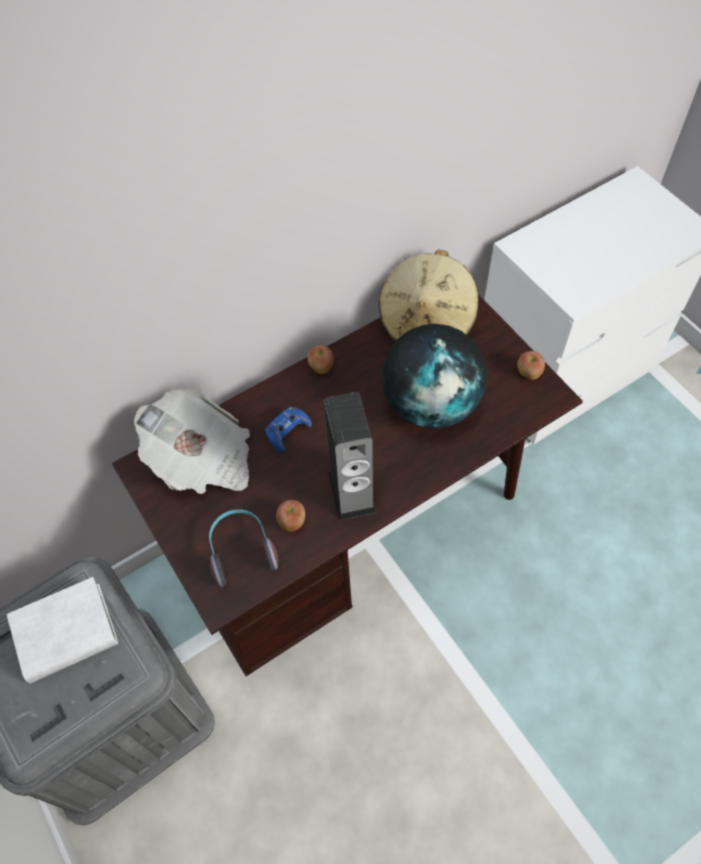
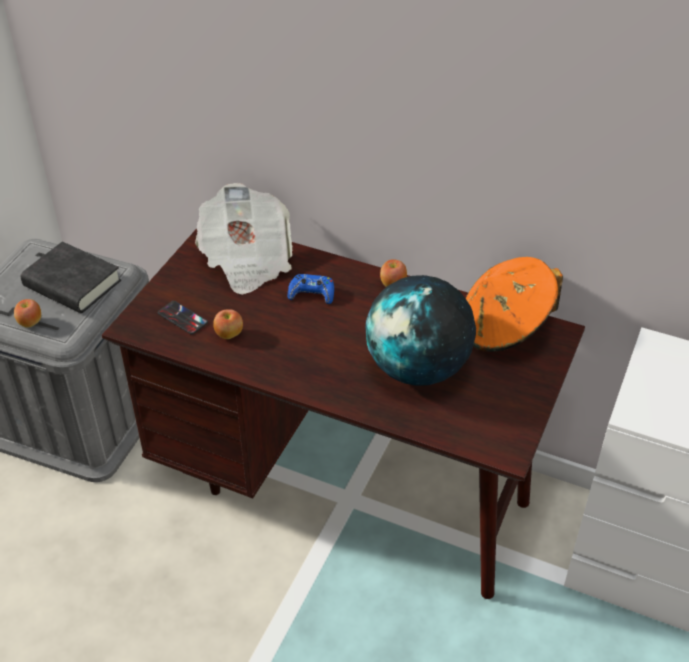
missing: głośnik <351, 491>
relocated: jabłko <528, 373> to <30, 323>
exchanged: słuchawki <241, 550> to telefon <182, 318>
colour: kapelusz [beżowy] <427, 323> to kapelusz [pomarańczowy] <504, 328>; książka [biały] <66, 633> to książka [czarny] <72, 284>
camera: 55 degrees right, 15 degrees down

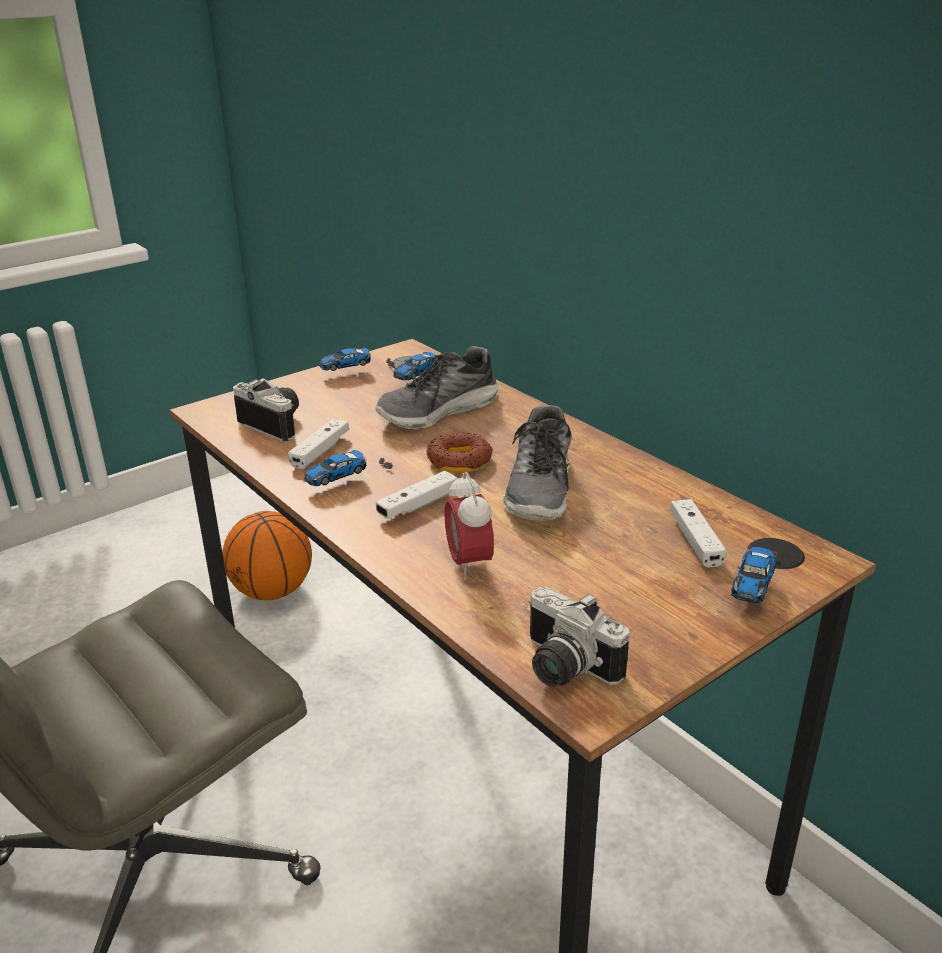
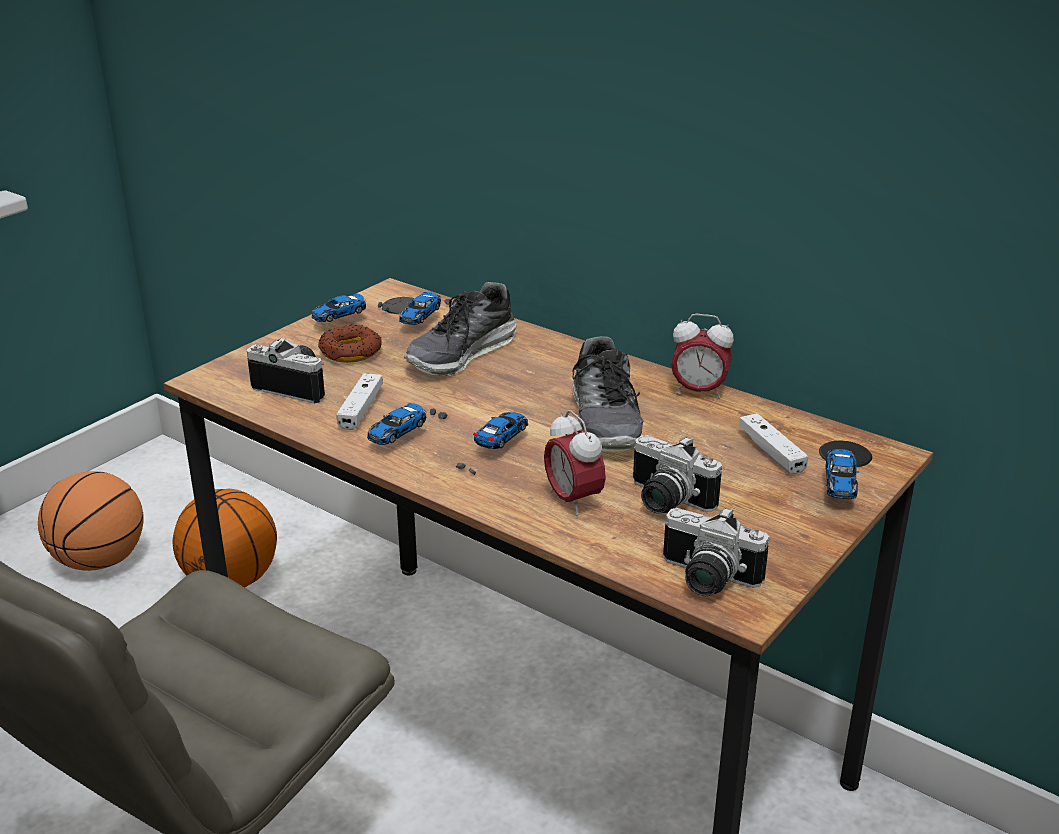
appeared: budzik <698, 392>; aparat fotograficzny <664, 502>; piłka do koszykówki <100, 561>
relocated: donut <459, 461> to <350, 352>
exchanged: pad do gier [biały] <418, 505> to samochodzik <493, 451>
camera: 15 degrees left, 0 degrees up

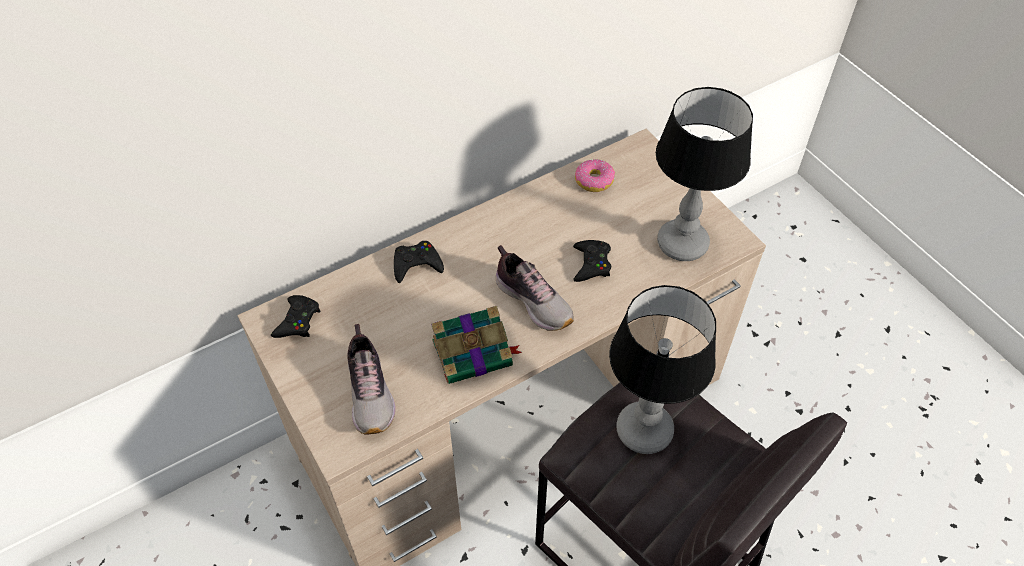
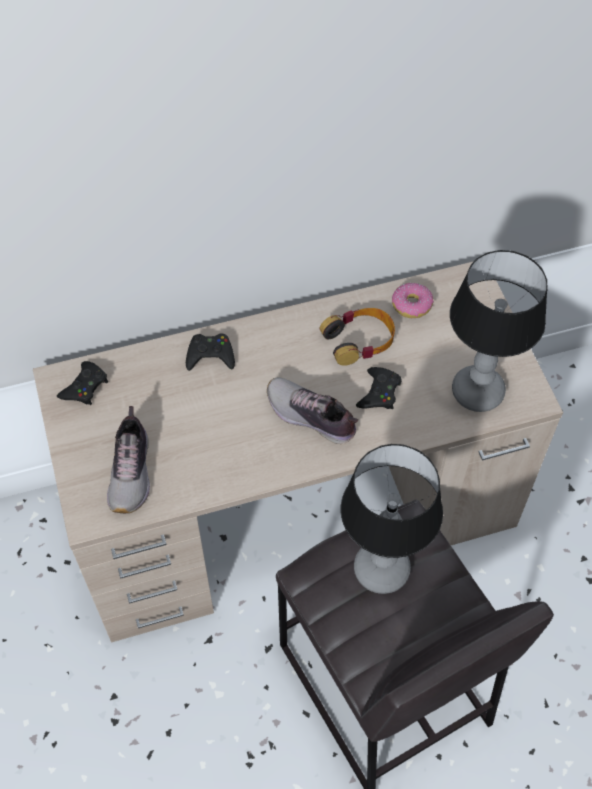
missing: książka <474, 353>
appeared: słuchawki <359, 340>
spun: but <534, 300> = <311, 417> 150 degrees clockwise
camera: 15 degrees right, 5 degrees up

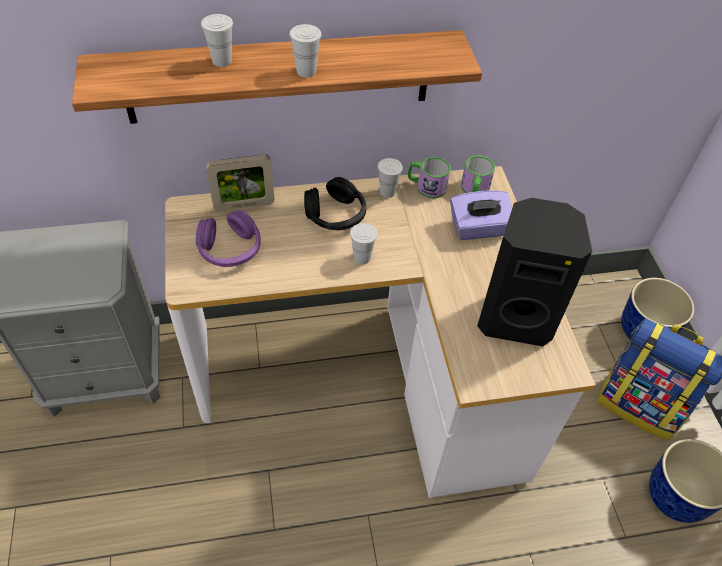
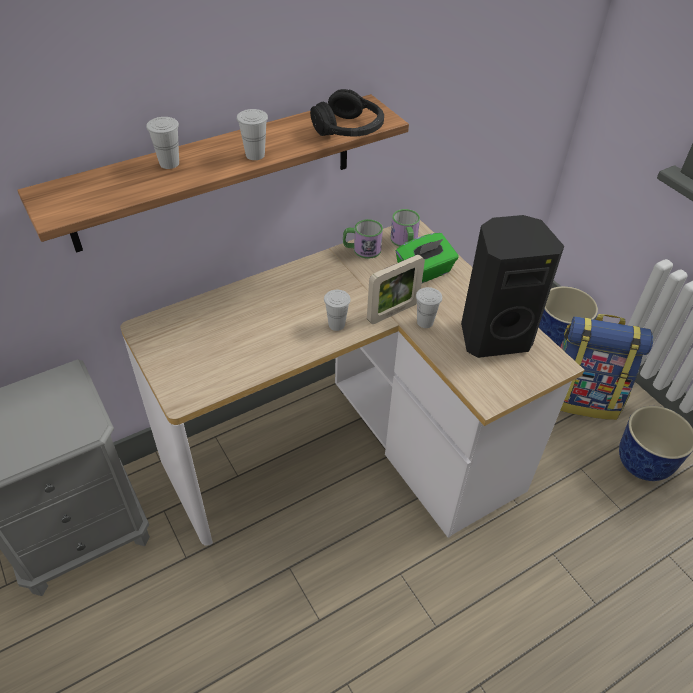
missing: słuchawki [fioletowy] <230, 249>
relocated: ramka na zdjęcie <244, 205> to <393, 312>; filiżanka [biały] <387, 192> to <425, 322>; słuchawki [czarny] <335, 215> to <349, 129>
colour: pudełko chusteczek [fioletowy] <478, 229> to pudełko chusteczek [zielony] <425, 272>
camera: 20 degrees left, 5 degrees down

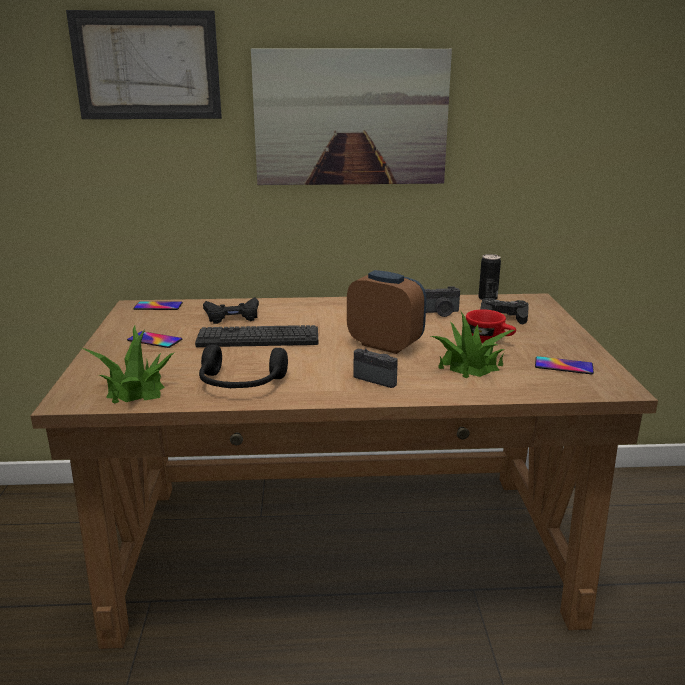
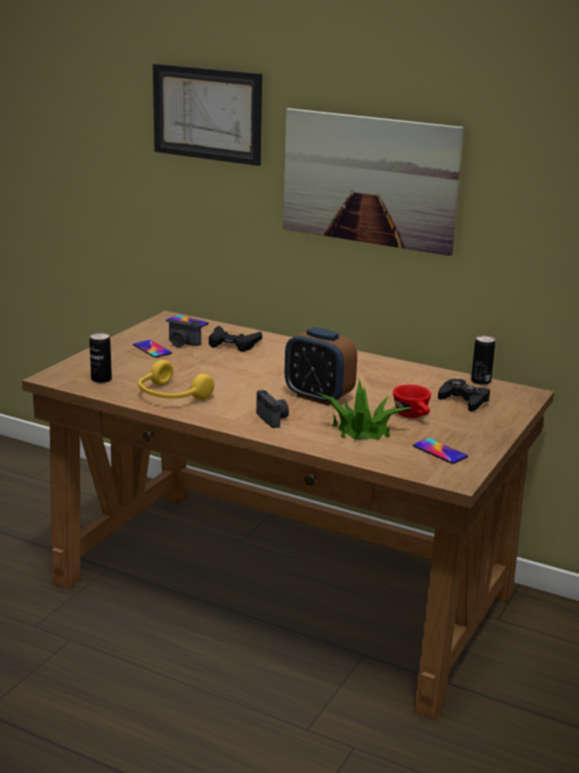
missing: klawiatura <258, 338>
relocated: aparat fotograficzny <441, 313> to <182, 344>
exchanged: roślina doniczkowa <136, 387> to puszka <101, 379>
colour: słuchawki [czarny] <240, 384> to słuchawki [żółty] <170, 396>
spun: budzik <385, 345> = <318, 397> 150 degrees clockwise
camera: 30 degrees right, 0 degrees up

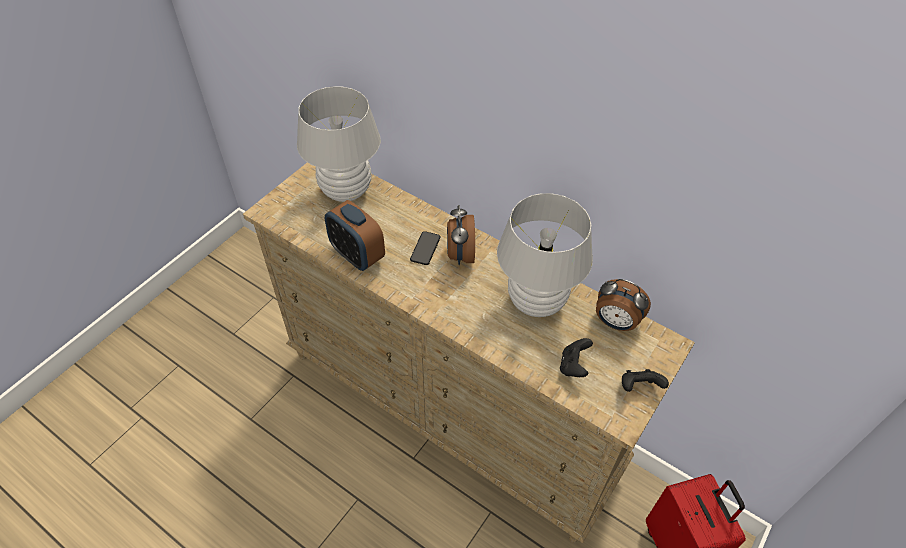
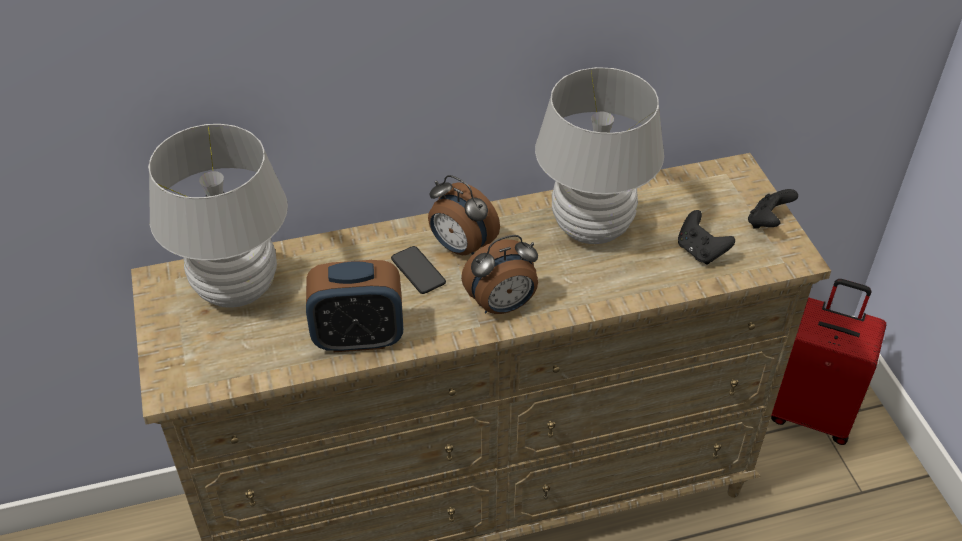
relocated: budzik <615, 322> to <502, 305>
camera: 50 degrees left, 5 degrees down

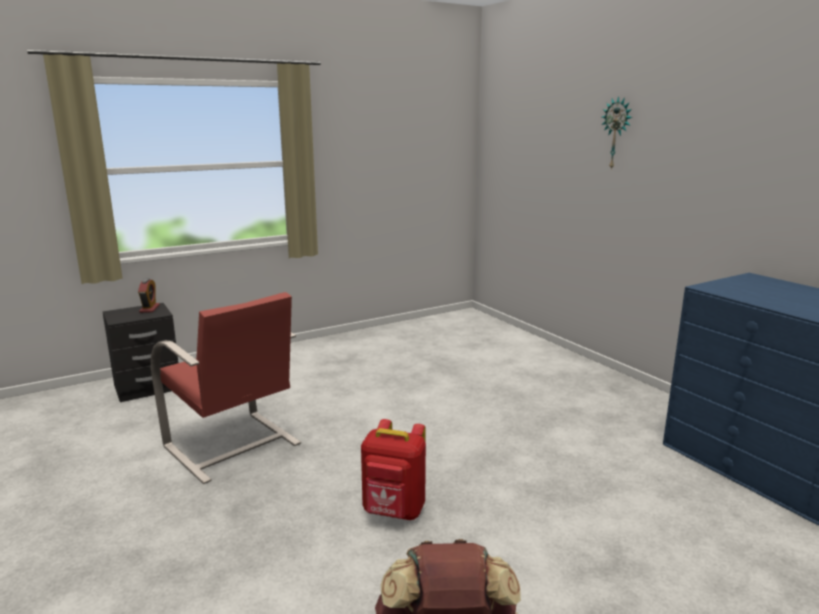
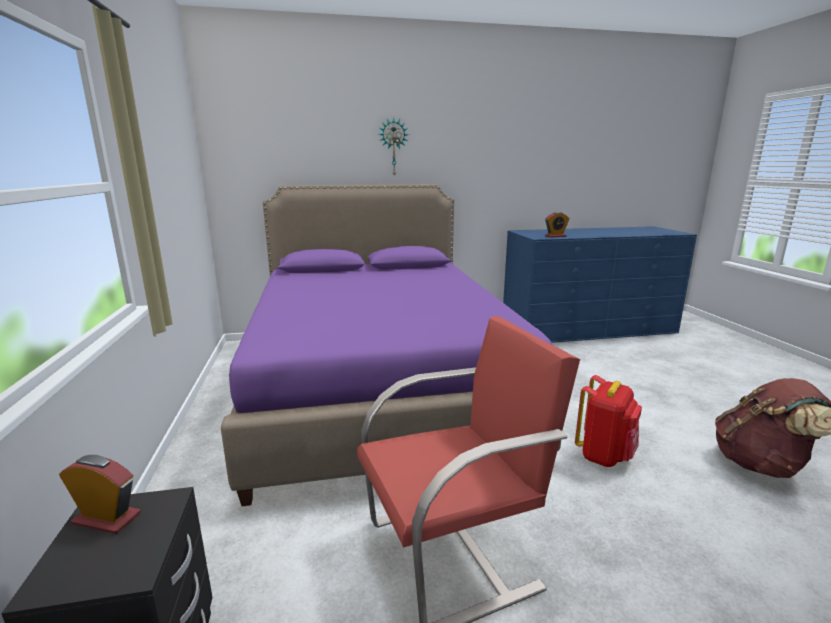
appeared: łóżko [fioletowy] <379, 386>; budzik <555, 236>
camera: 70 degrees left, 0 degrees up

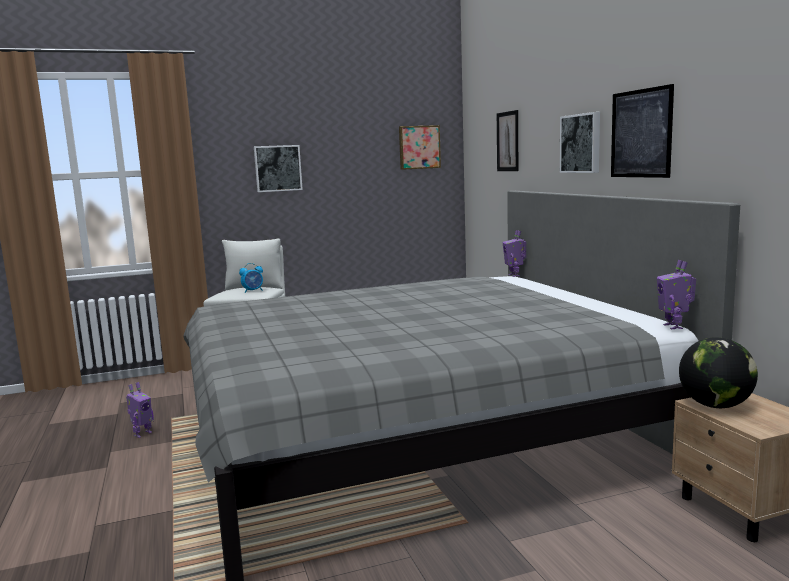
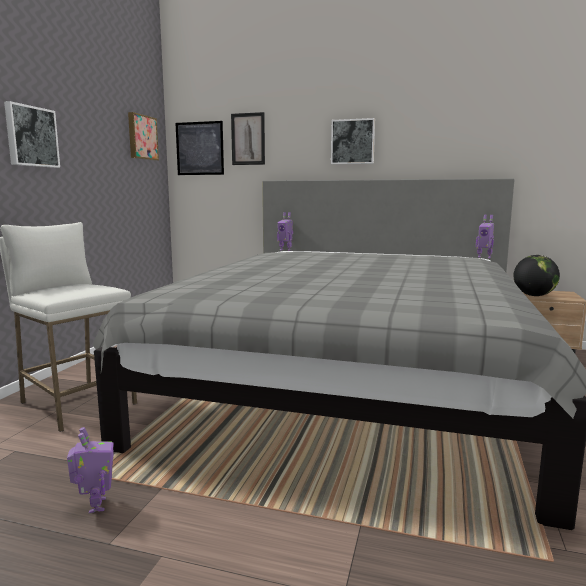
missing: budzik <253, 291>
relocated: obraz <641, 133> to <200, 148>
camera: 55 degrees left, 0 degrees up

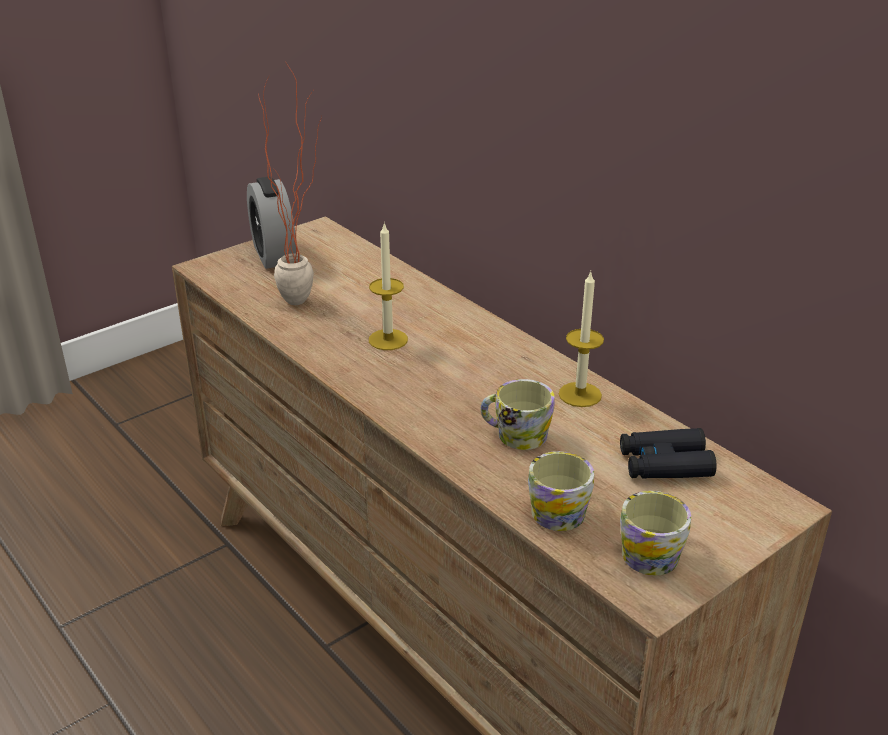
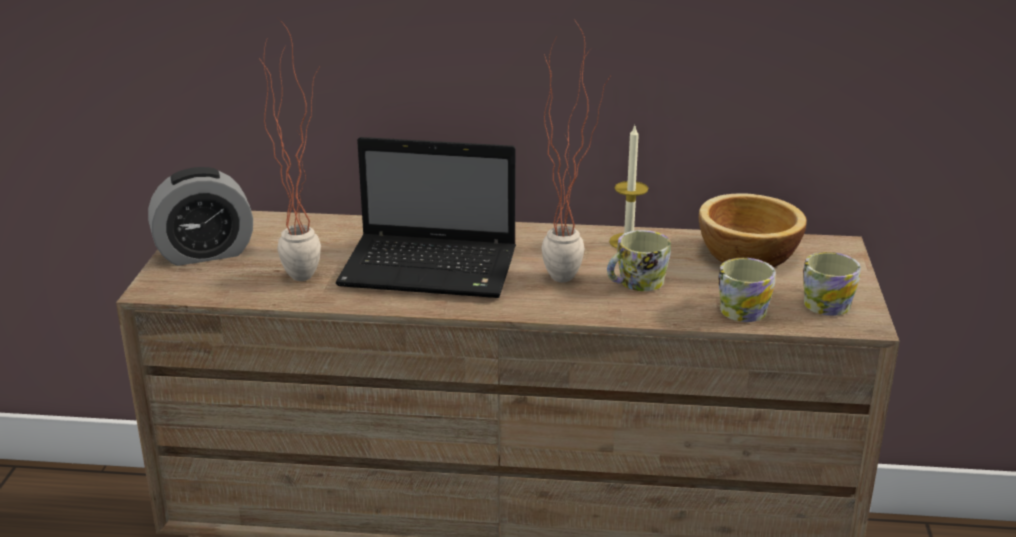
appeared: roślina doniczkowa <572, 275>
exchanged: świeca <388, 339> to laptop <433, 269>; lornetka [czarny] <664, 464> to miska <746, 255>
spun: budzik <274, 255> = <205, 253> 45 degrees counterclockwise
camera: 45 degrees left, 5 degrees down

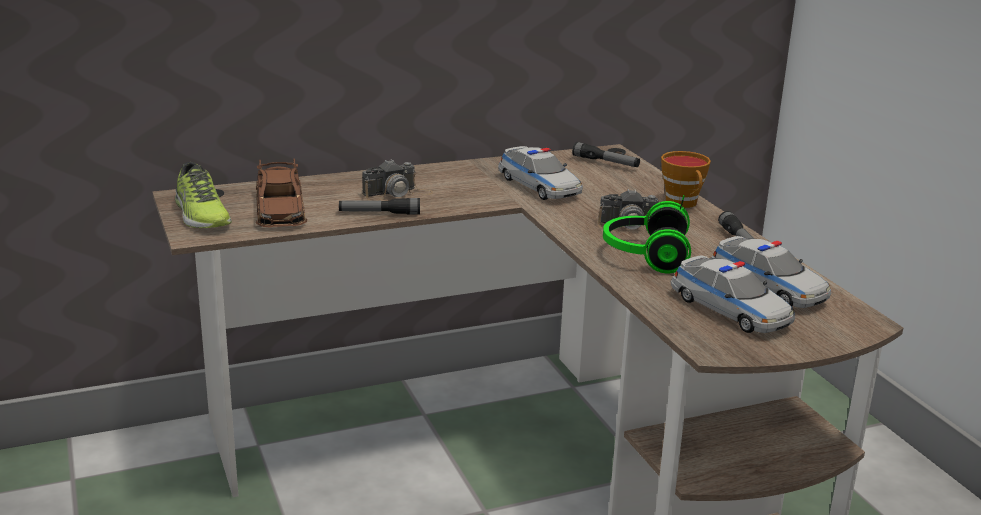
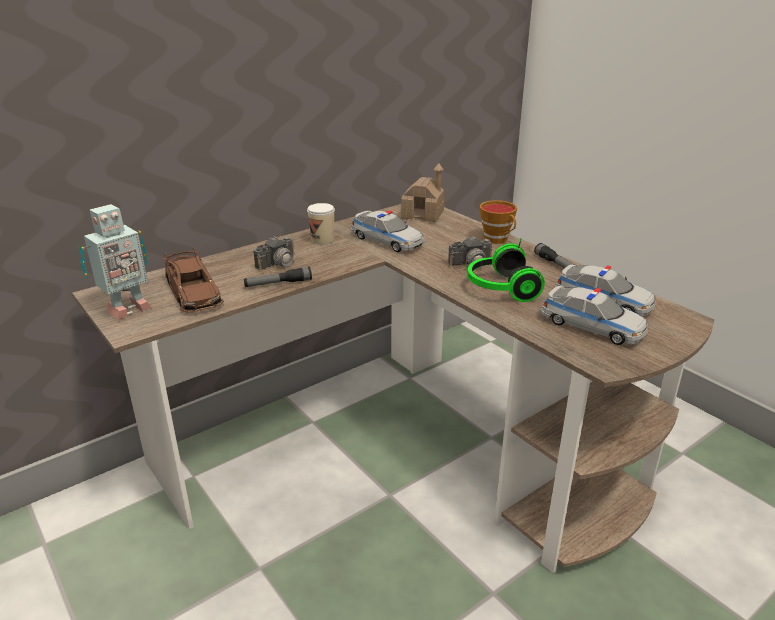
appeared: filiżanka <322, 240>
exchanged: latarka <605, 162> to domek <423, 214>; but <200, 215> to robot zabawkowy <126, 309>
camera: 15 degrees left, 5 degrees up

